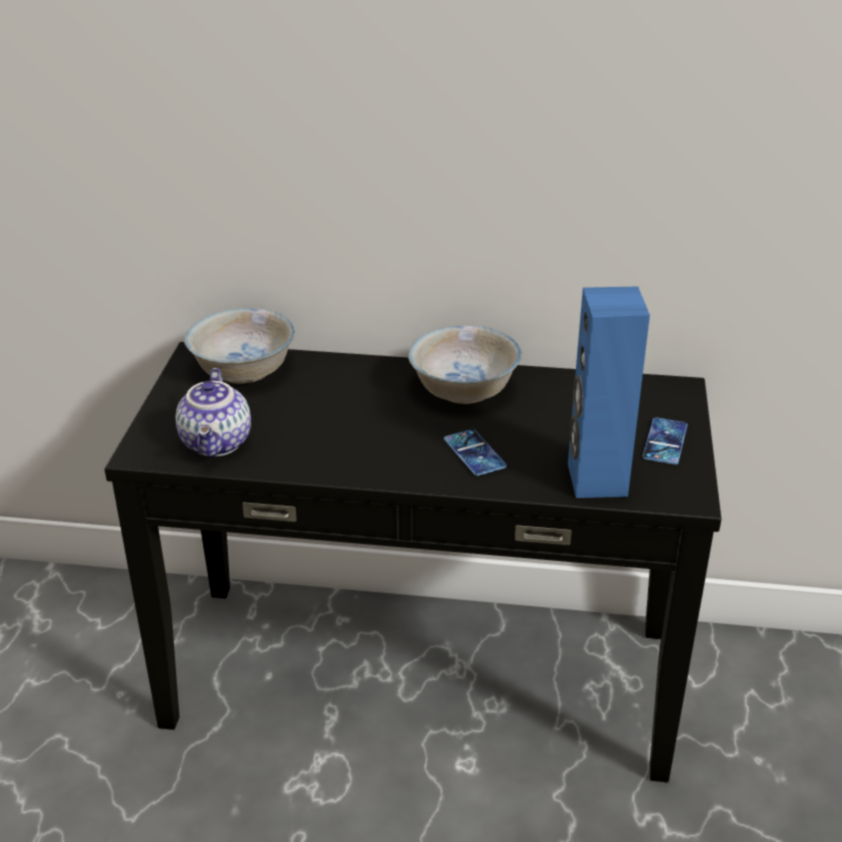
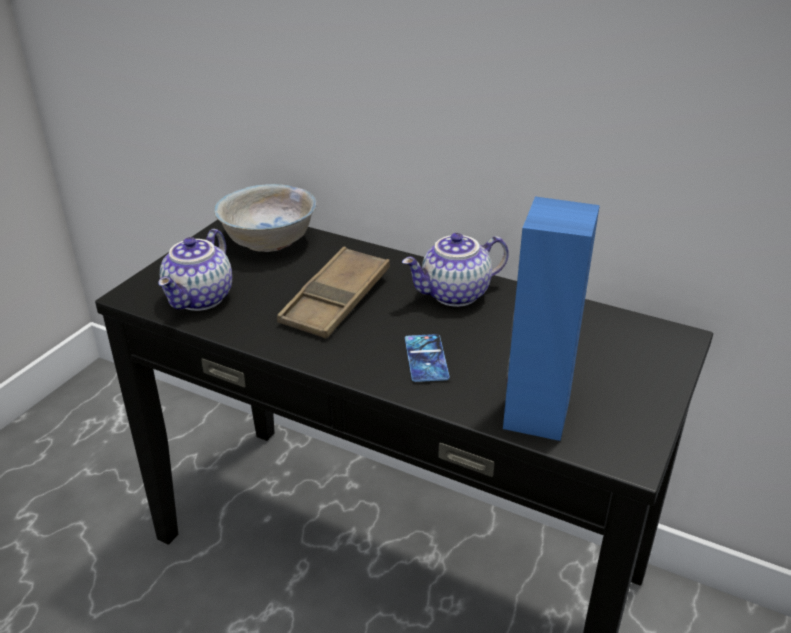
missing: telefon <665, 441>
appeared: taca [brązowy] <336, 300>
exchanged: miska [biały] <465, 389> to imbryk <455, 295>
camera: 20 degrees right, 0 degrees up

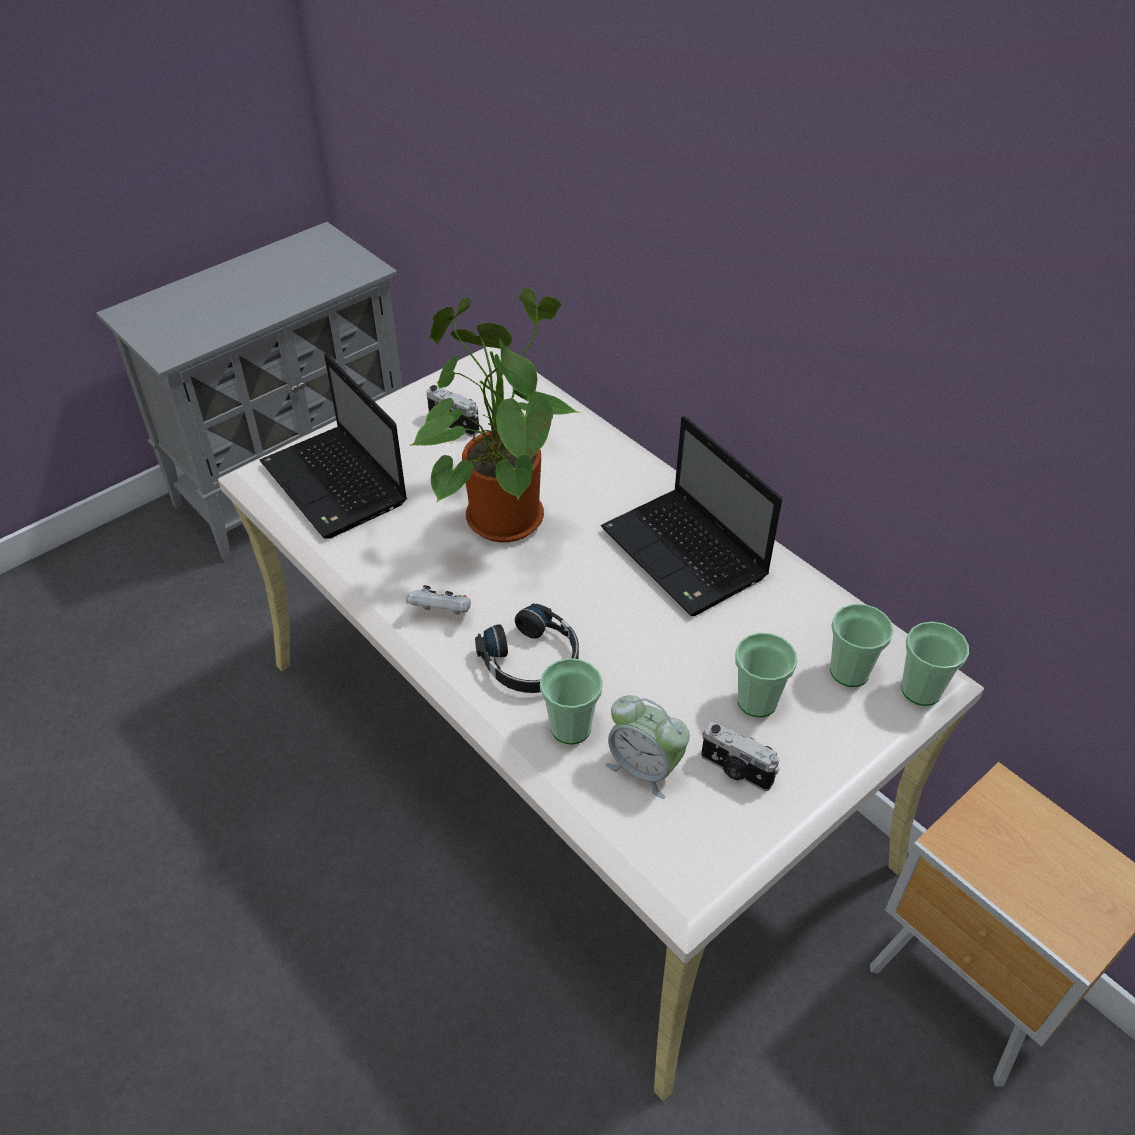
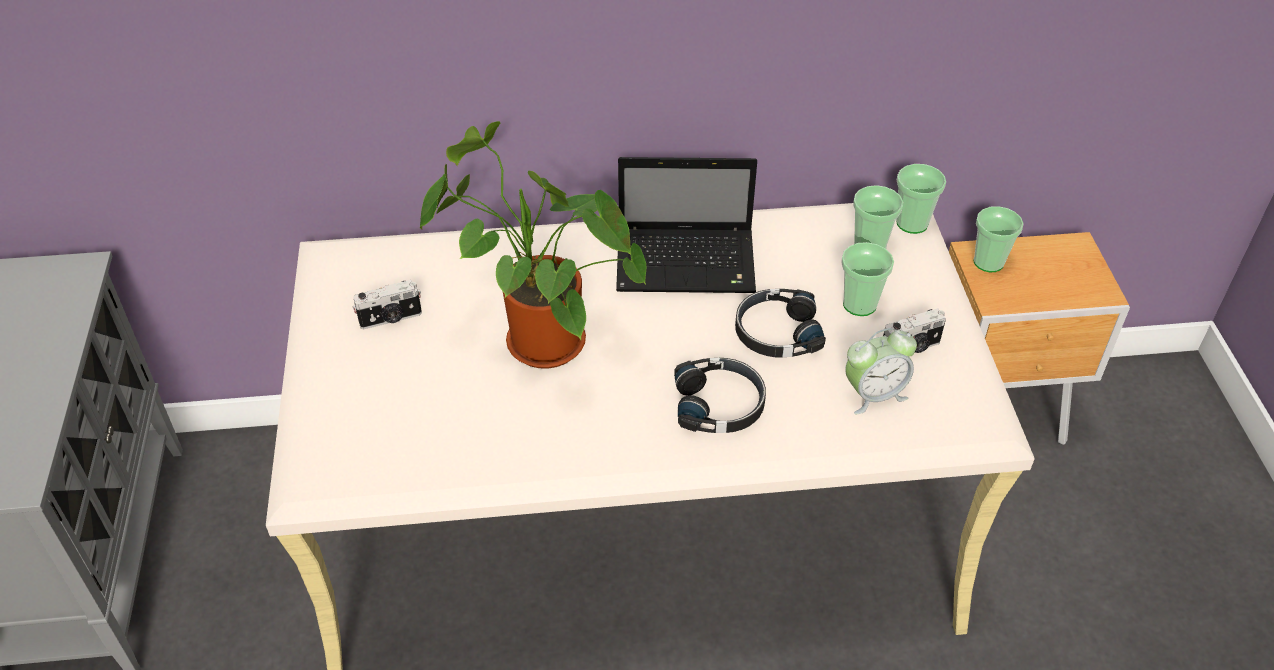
missing: laptop <336, 485>; pad do gier [biały] <442, 613>
appeared: słuchawki [czarny] <776, 332>
relocated: filiżanka <571, 727> to <988, 262>
camera: 55 degrees left, 0 degrees up

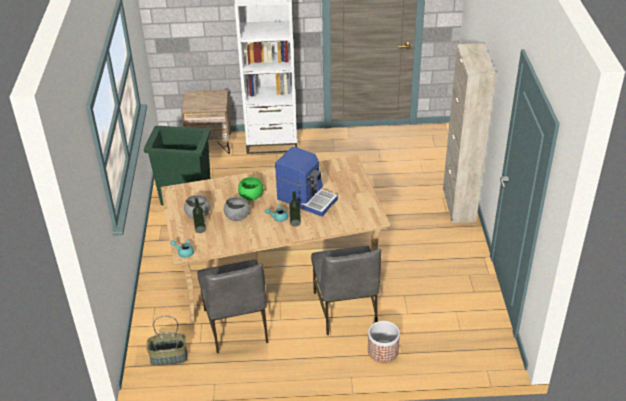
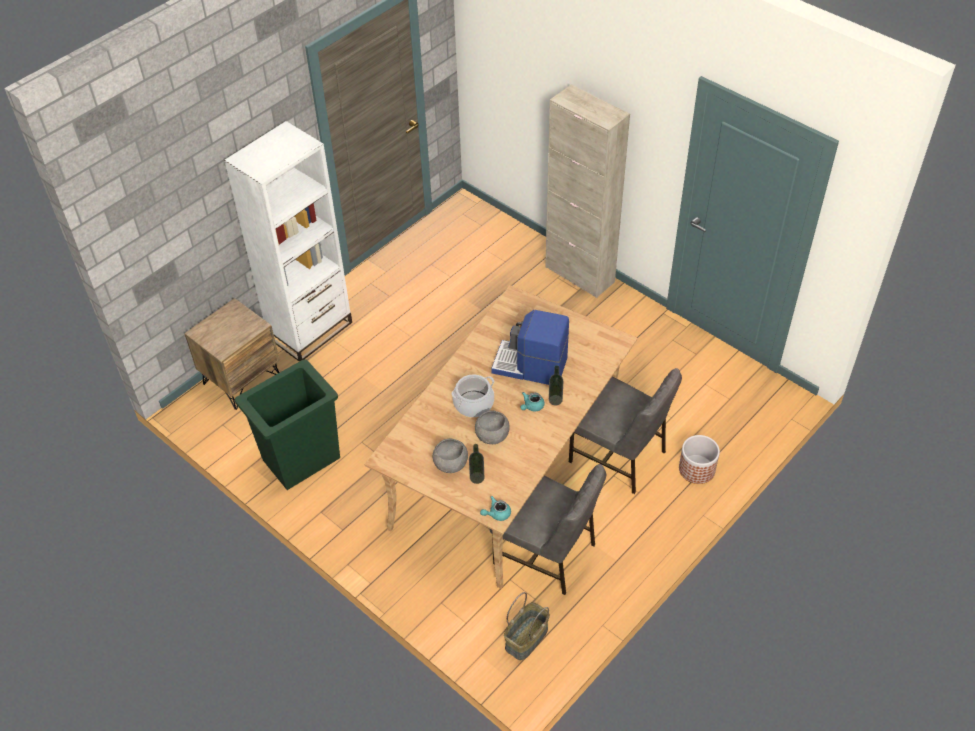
exchanged: miska [zielony] <251, 196> to garnek <473, 404>
spun: ekspres do kawy <307, 199> = <530, 366> 150 degrees counterclockwise
camera: 45 degrees left, 10 degrees up

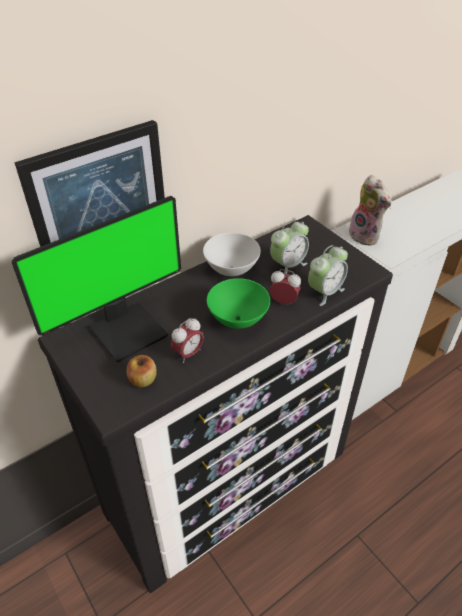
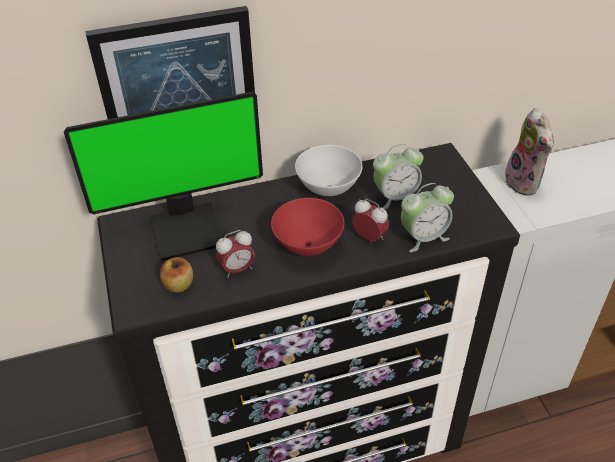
colour: miska [zielony] <238, 319> to miska [czerwony] <309, 246>
camera: 20 degrees right, 0 degrees up

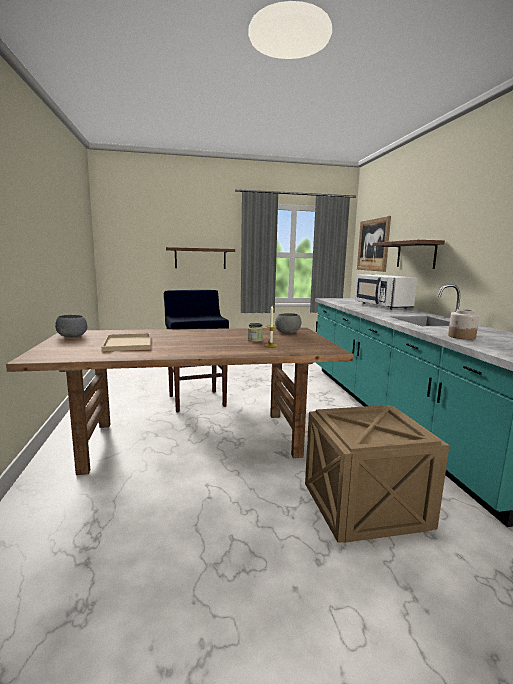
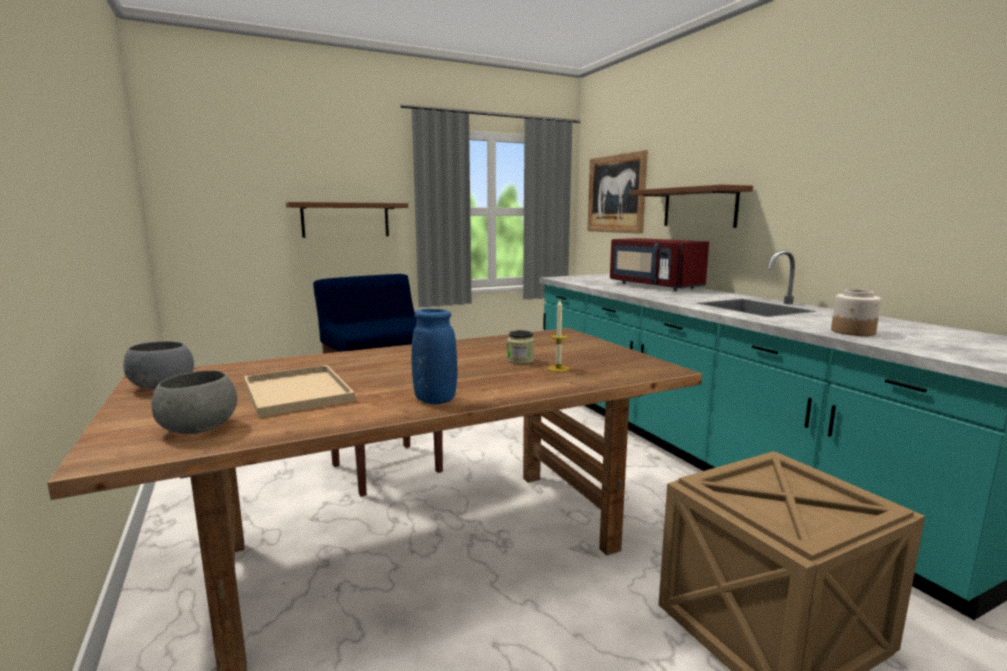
appeared: wazon [niebieski] <435, 400>
relocated: miska [szary] <287, 332> to <197, 428>
colour: mikrofalówka [biały] <381, 306> to mikrofalówka [czerwony] <653, 286>
camera: 15 degrees left, 0 degrees up

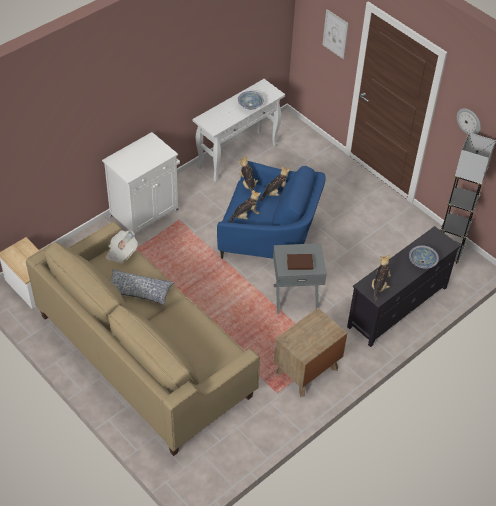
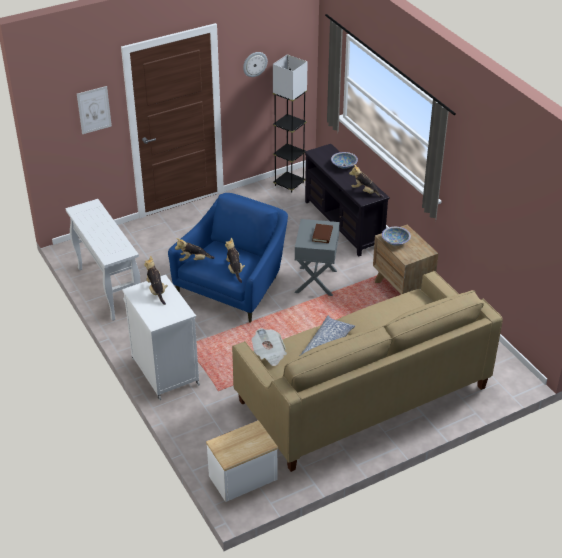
relocated: miska <250, 105> to <395, 241>; pluszak <275, 193> to <156, 291>
camera: 75 degrees left, 10 degrees down

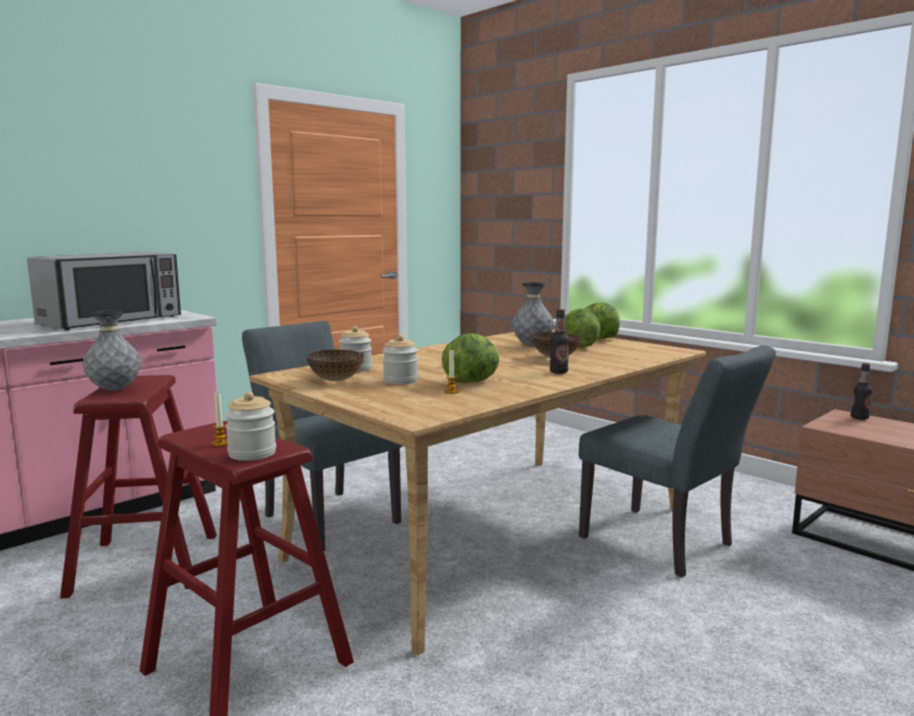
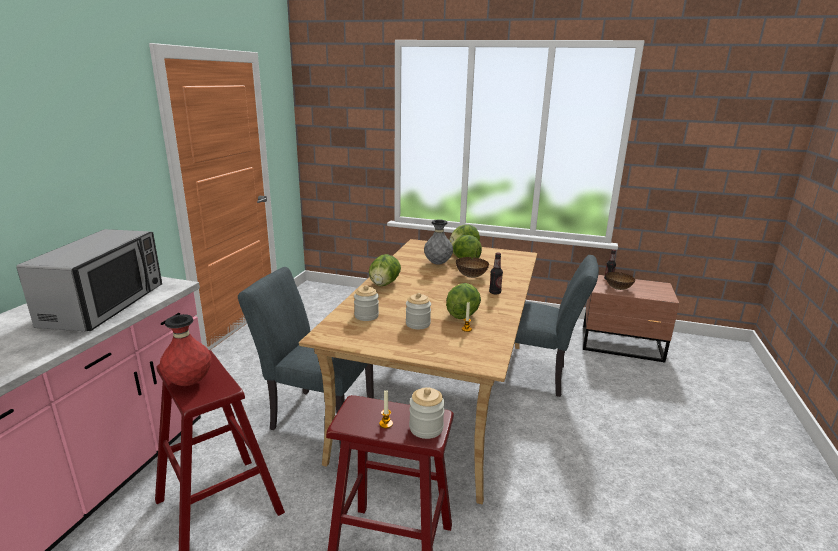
appeared: sałata <384, 284>
relocated: miska <336, 380> to <618, 288>
colour: wazon [szary] <115, 390> to wazon [czerwony] <189, 382>
camera: 30 degrees left, 10 degrees up

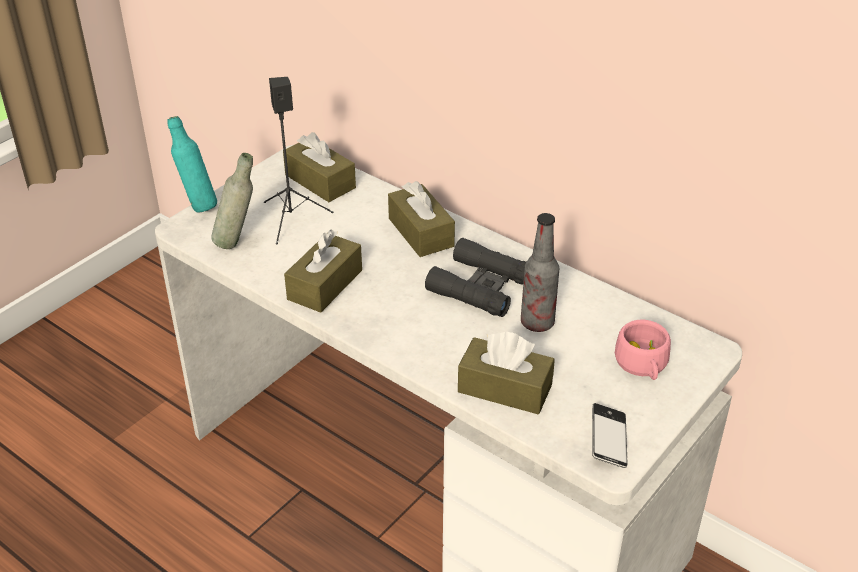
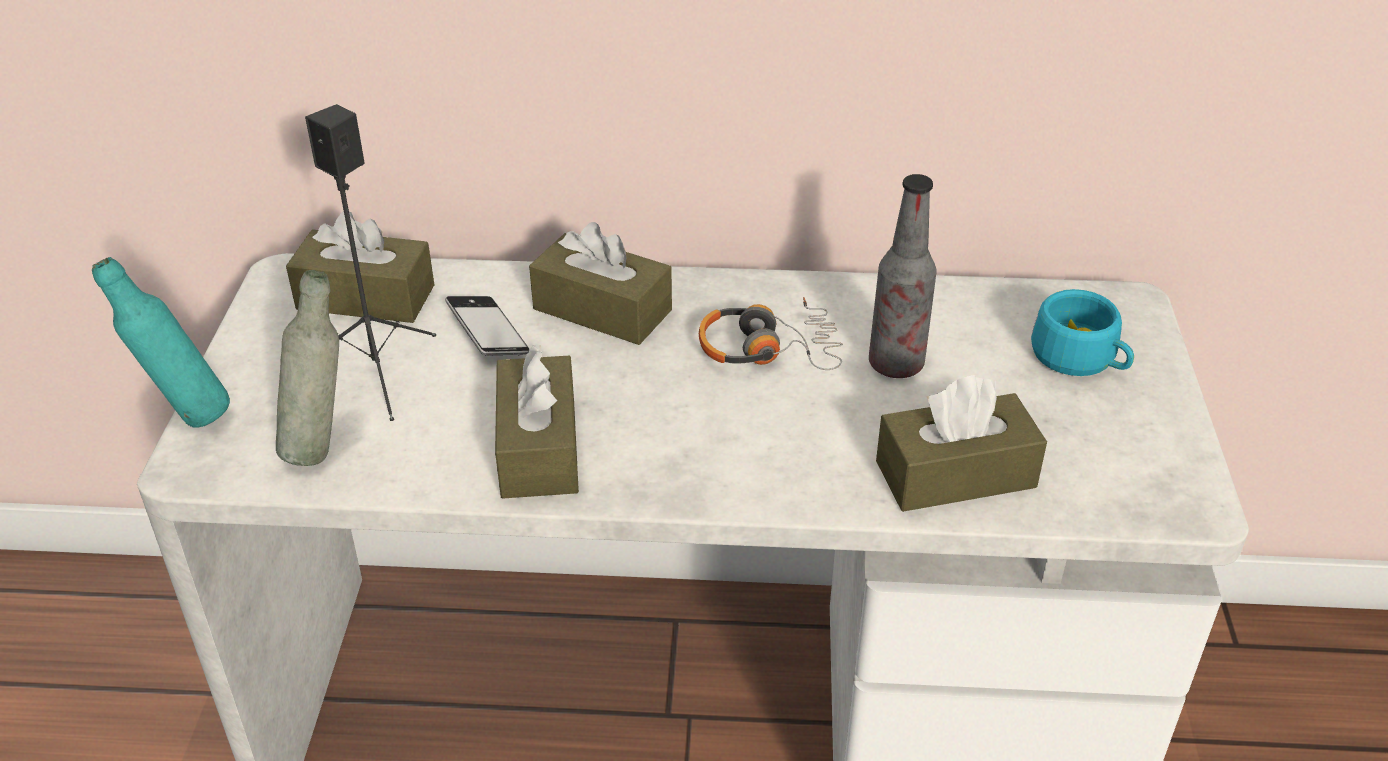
relocated: telefon <608, 440> to <487, 333>
exchanged: lornetka [czarny] <481, 286> to słuchawki <768, 349>
colour: filiżanka [różowy] <642, 365> to filiżanka [turkusowy] <1080, 359>
camera: 35 degrees left, 0 degrees up

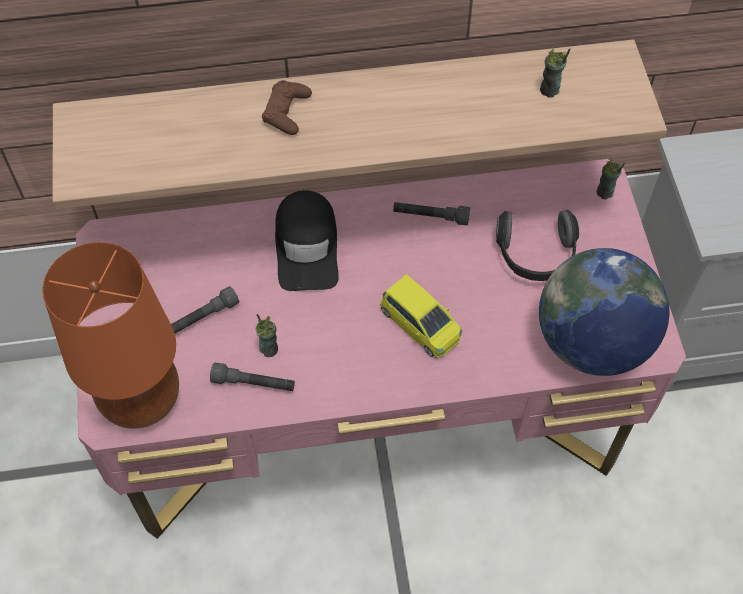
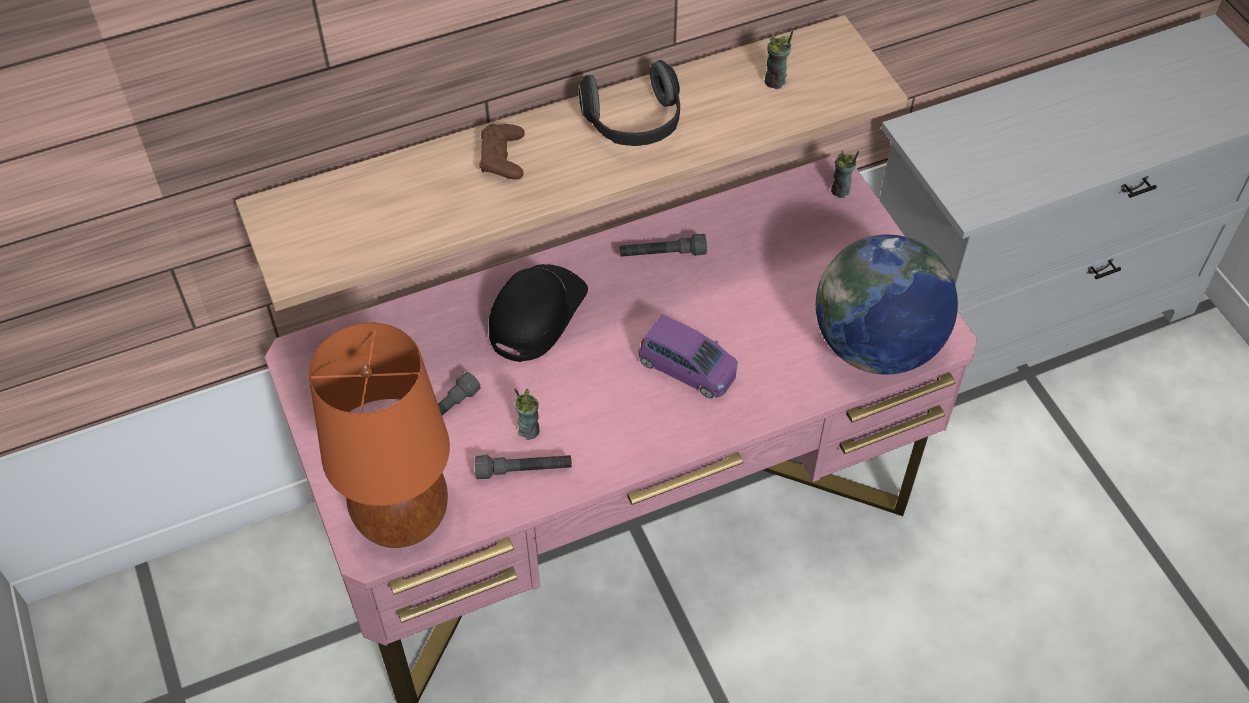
relocated: słuchawki <535, 256> to <634, 124>
colour: samochodzik [żółty] <420, 324> to samochodzik [fioletowy] <687, 368>
spun: czapka z daszkiem [czarny] <307, 247> = <536, 314> 135 degrees counterclockwise
camera: 15 degrees left, 5 degrees down

